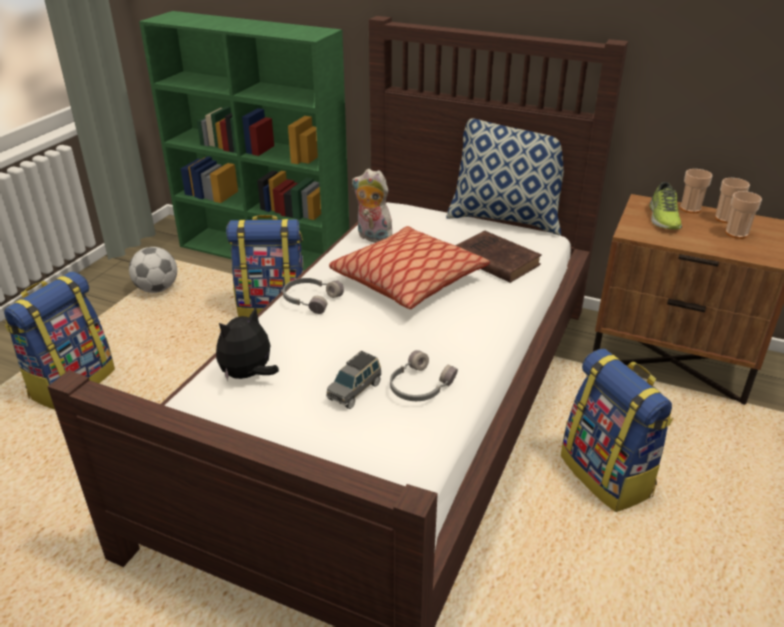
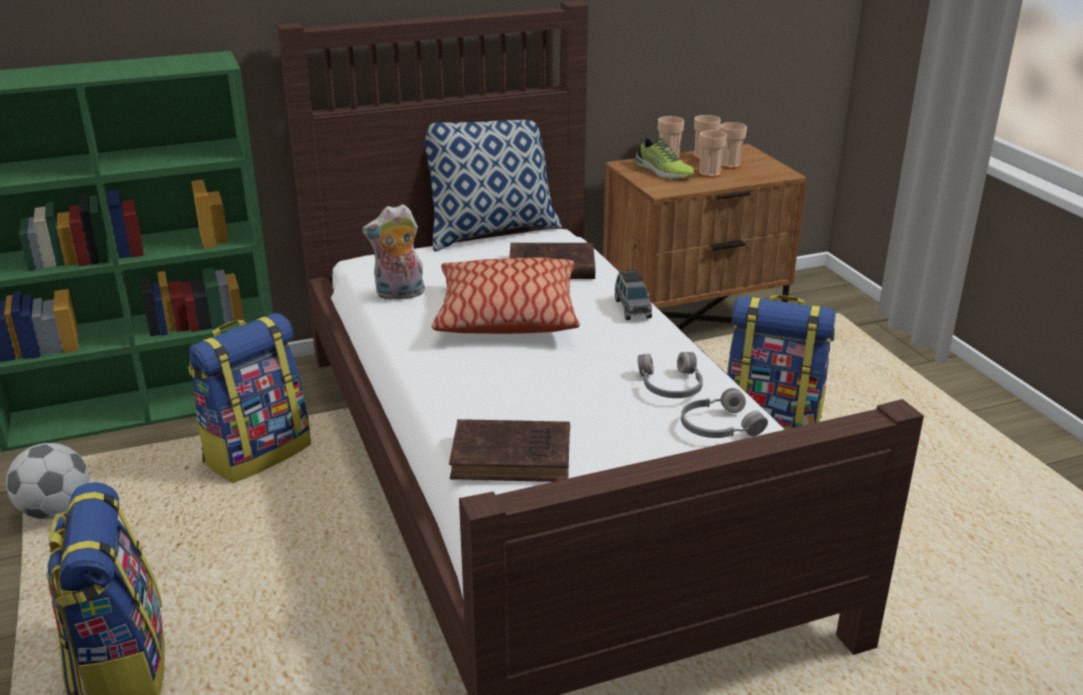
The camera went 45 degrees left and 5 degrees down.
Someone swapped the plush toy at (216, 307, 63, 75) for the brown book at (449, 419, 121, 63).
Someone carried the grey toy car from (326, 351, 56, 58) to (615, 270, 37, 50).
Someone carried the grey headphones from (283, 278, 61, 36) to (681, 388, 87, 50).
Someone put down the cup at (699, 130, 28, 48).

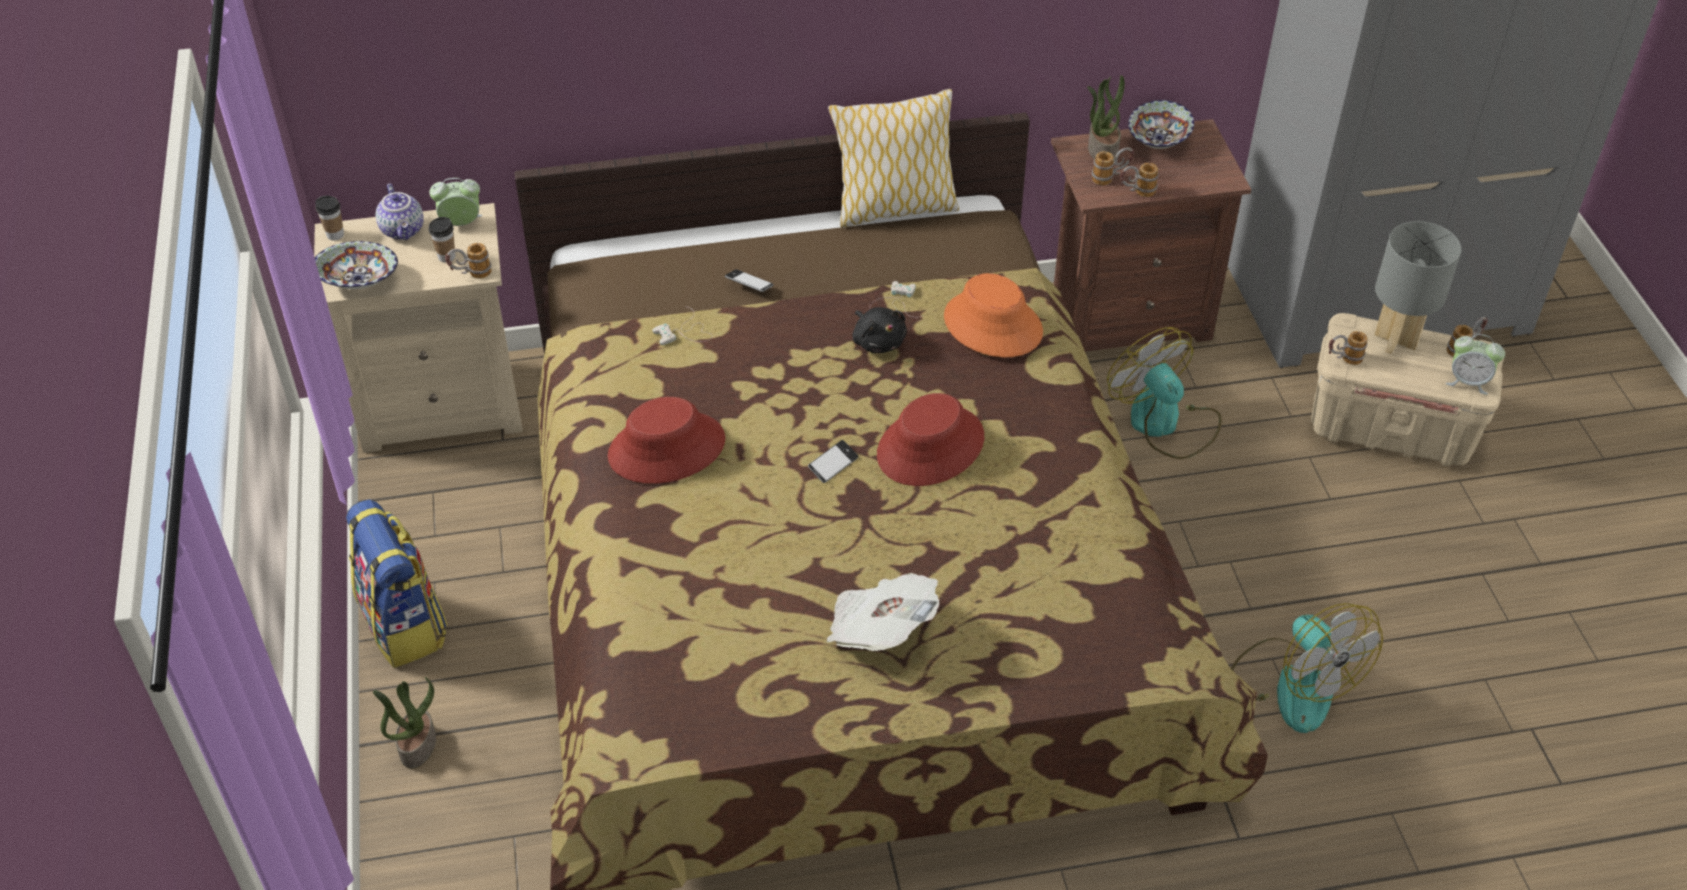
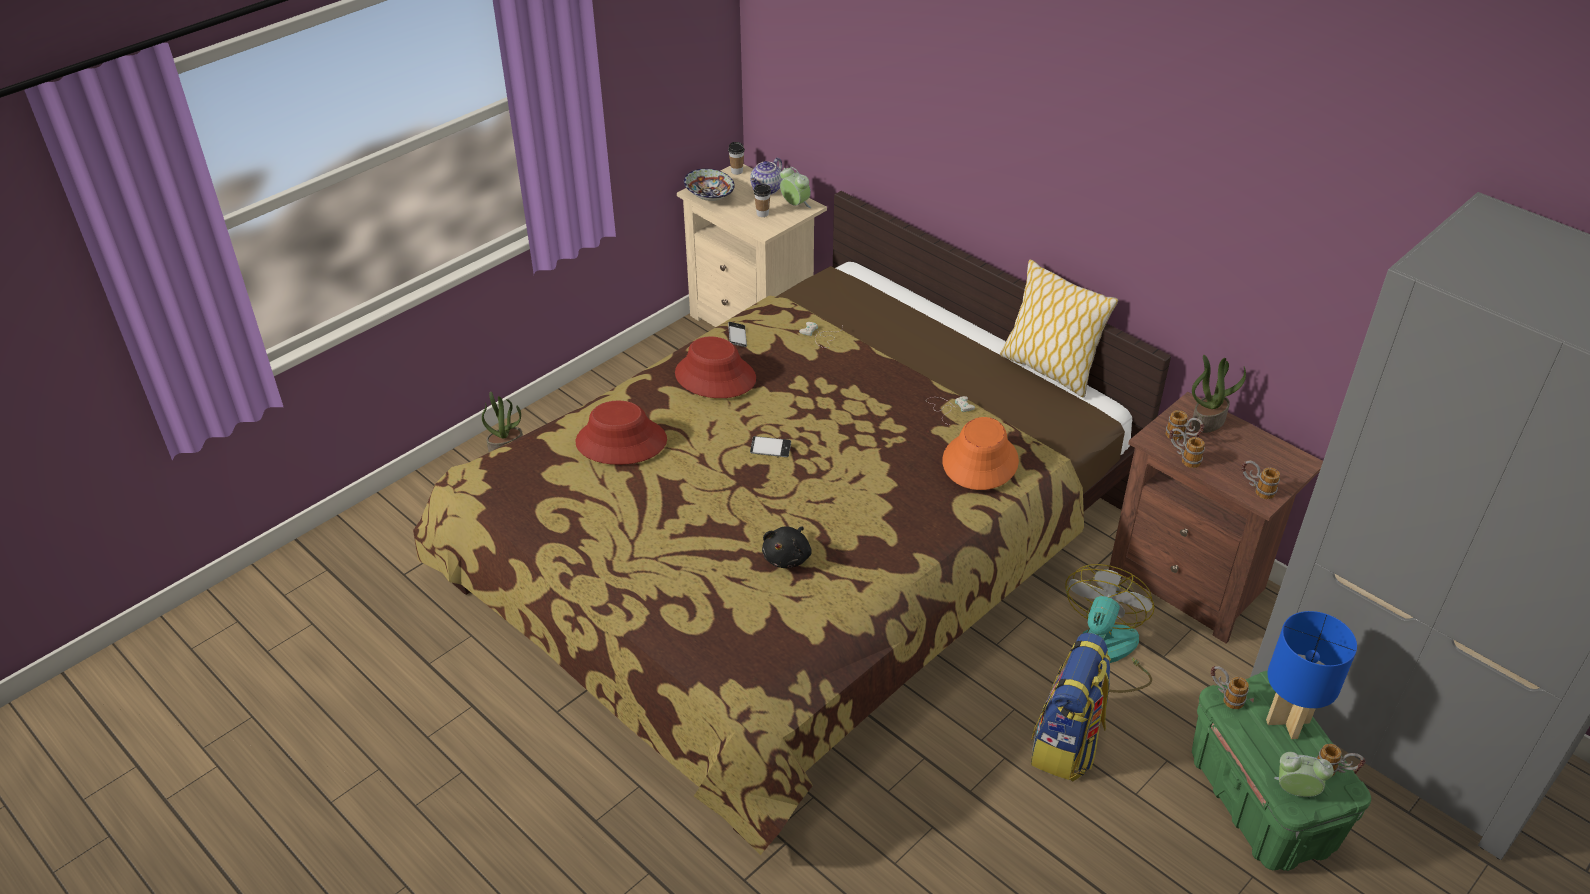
The camera went 55 degrees right and 5 degrees down.
Someone carried the red hat from (877, 393, 107, 93) to (575, 401, 92, 64).
Someone carried the phone from (725, 269, 48, 23) to (728, 322, 19, 25).
Someone carried the black plush toy from (853, 307, 54, 46) to (762, 526, 50, 42).
Someone carried the backpack from (346, 500, 101, 168) to (1031, 633, 80, 149).
Someone repainted the beige storage box at (1311, 313, 193, 153), which became the green storage box at (1192, 671, 179, 200).
Someone carried the mug from (445, 243, 47, 36) to (1241, 461, 39, 38).
Someone repainted the grey table lamp at (1374, 221, 87, 133), which became the blue table lamp at (1266, 611, 91, 128).
Someone rotated the alarm clock at (1446, 334, 59, 61) by 120 degrees clockwise.
Someone took away the newspaper at (827, 573, 112, 78).
Someone took away the bowl at (1128, 100, 66, 49).
Someone took away the fan at (1231, 603, 152, 130).

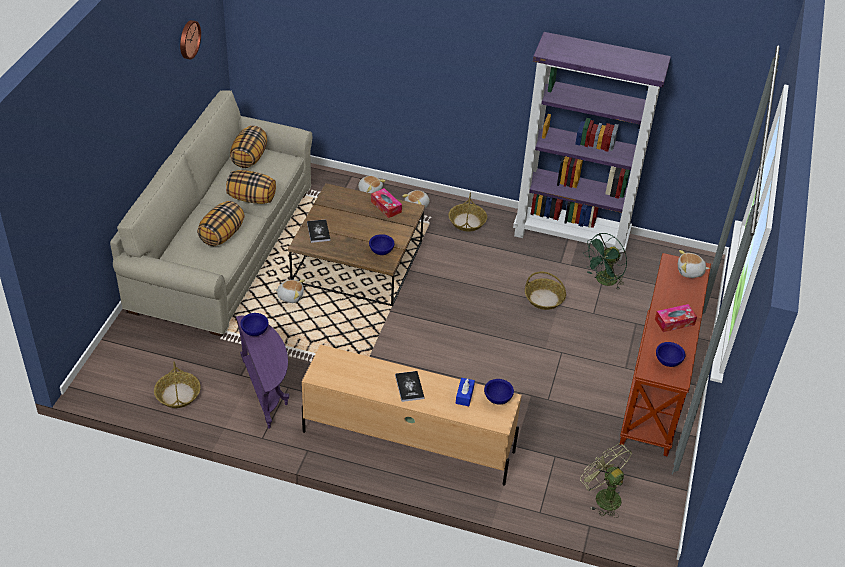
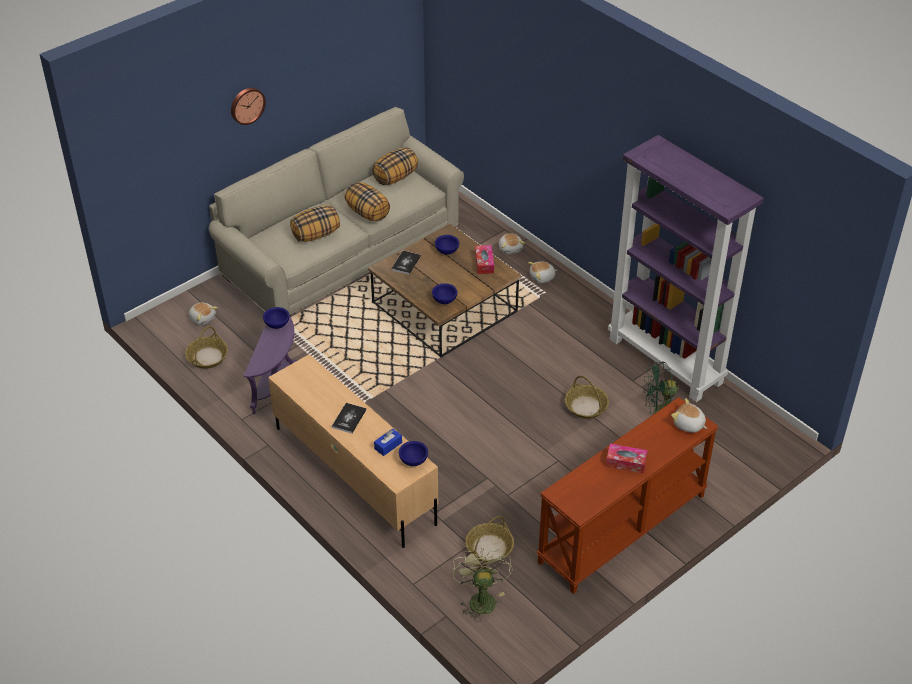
The camera went 35 degrees right and 0 degrees up.
Someone carried the plush toy from (274, 279, 31, 24) to (189, 303, 29, 23).
Someone carried the wall clock from (180, 20, 21, 40) to (231, 88, 35, 37).
Someone carried the blue bowl from (656, 342, 29, 25) to (435, 235, 24, 20).
Someone carried the basket from (449, 192, 38, 40) to (465, 516, 49, 46).

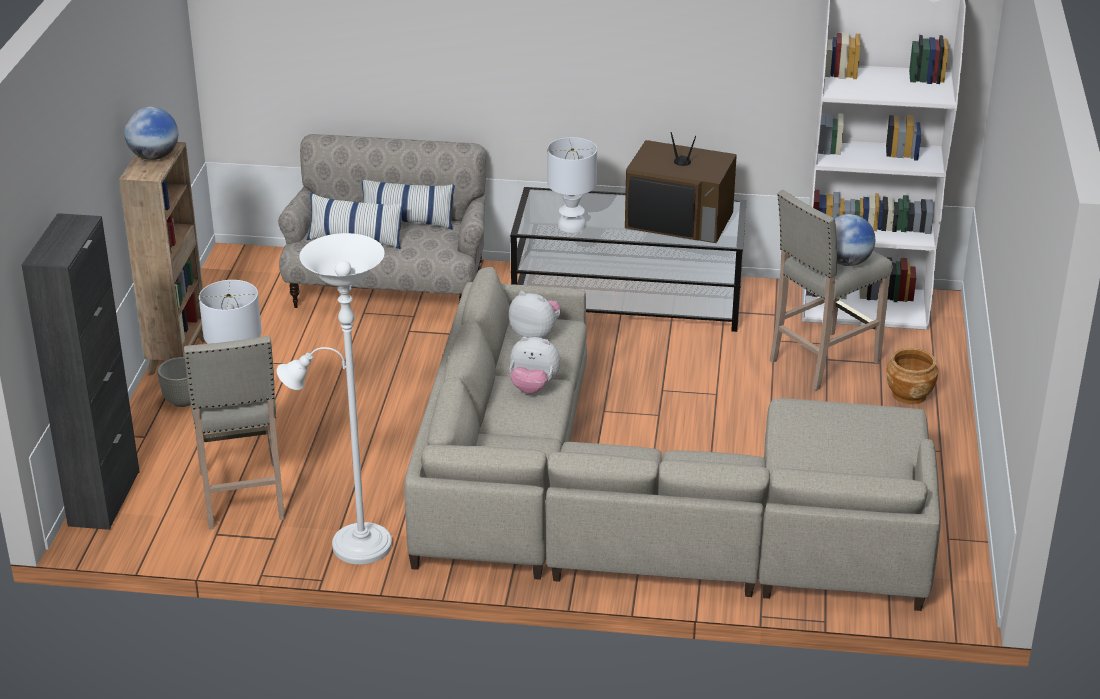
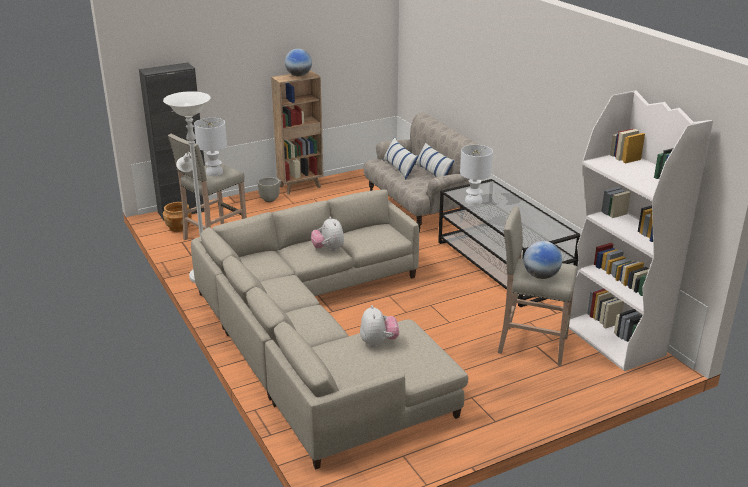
The camera went 55 degrees right and 5 degrees down.
Someone carried the brown planter from (886, 348, 52, 57) to (163, 202, 29, 30).
Someone carried the plush toy from (509, 291, 52, 47) to (360, 305, 39, 42).
Someone took away the television at (625, 132, 112, 111).

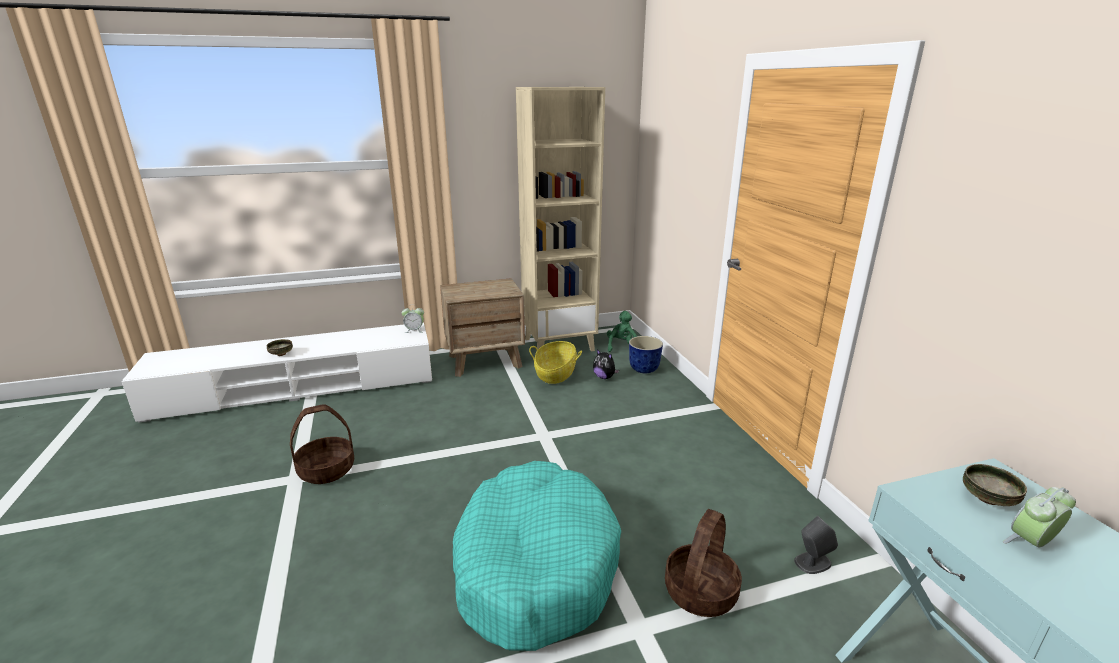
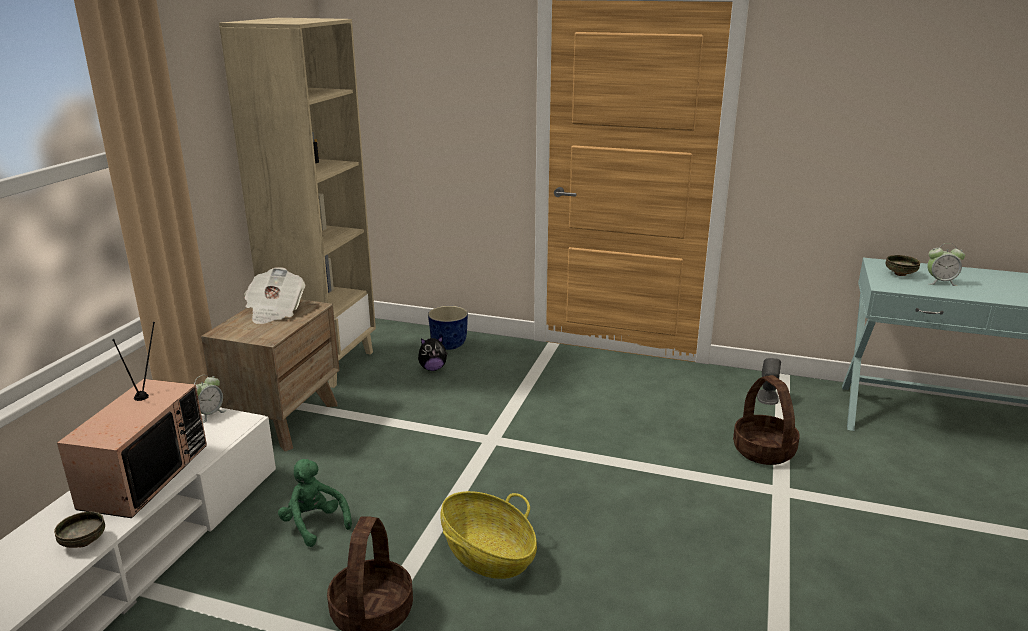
The camera went 55 degrees left and 0 degrees up.
Someone put down the television at (57, 322, 150, 196).
Someone put down the newspaper at (244, 267, 61, 57).
Someone carried the green plush toy from (607, 311, 30, 41) to (278, 459, 74, 88).
Someone carried the basket from (529, 341, 53, 43) to (440, 491, 97, 88).
Someone rotated the alarm clock at (1003, 487, 73, 60) by 90 degrees counterclockwise.
Someone took away the turquoise dog bed at (453, 461, 168, 190).

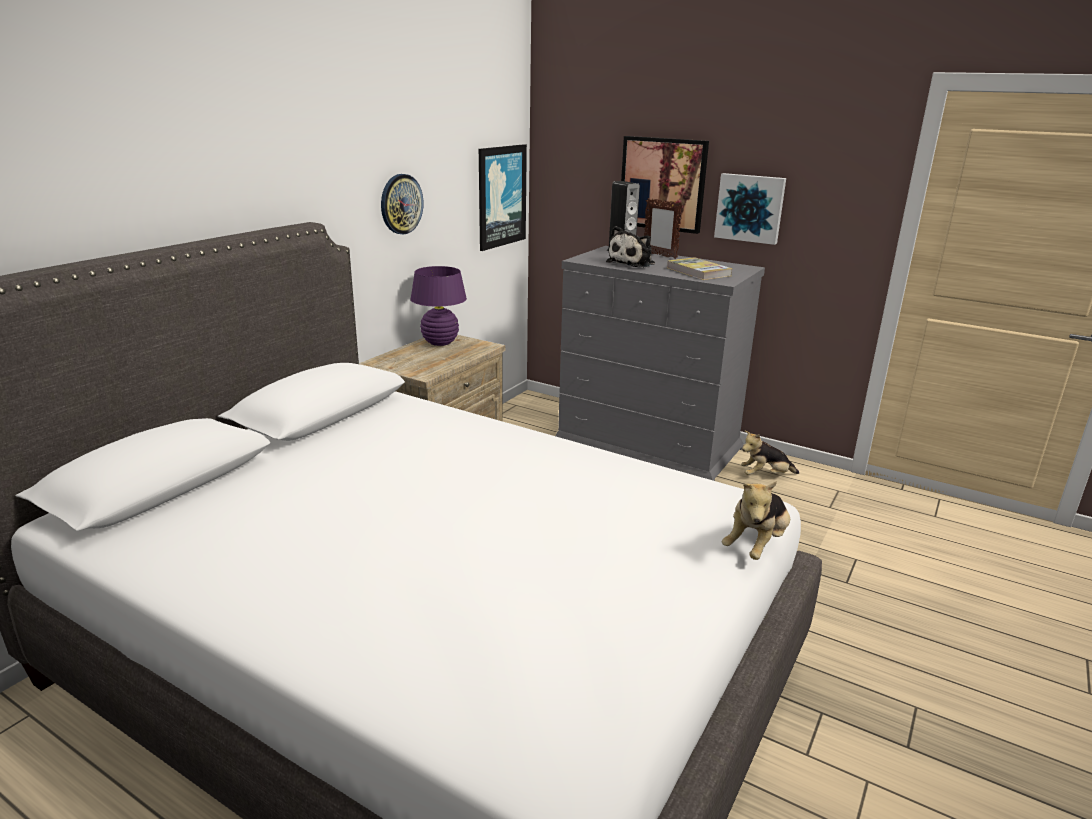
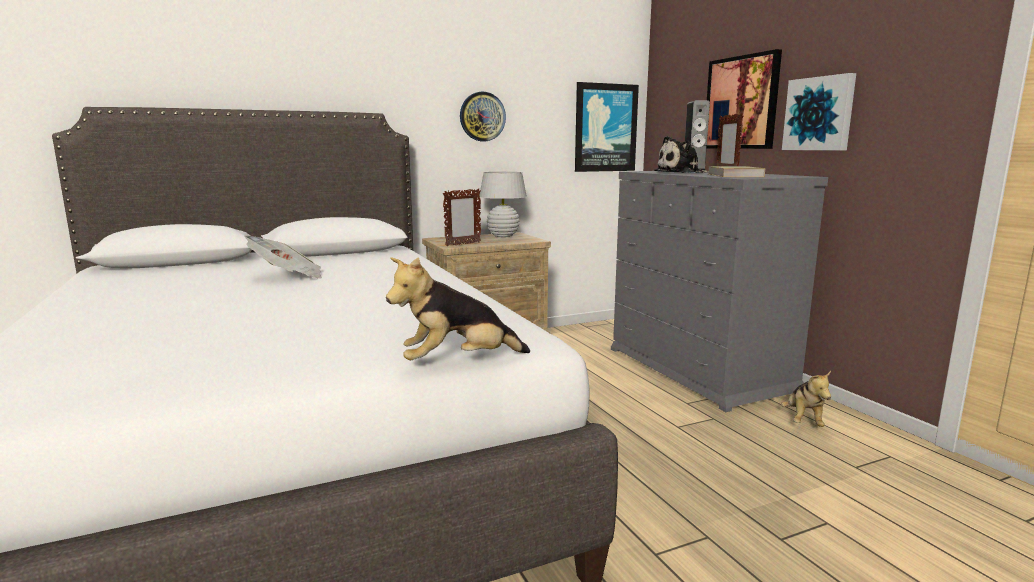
The camera went 35 degrees right and 10 degrees down.
Someone put down the newspaper at (244, 235, 78, 44).
Someone put down the picture frame at (443, 189, 38, 57).
Someone repainted the purple table lamp at (410, 266, 57, 80), which became the white table lamp at (480, 172, 47, 65).
Someone rotated the plush toy at (741, 431, 58, 44) by 105 degrees counterclockwise.

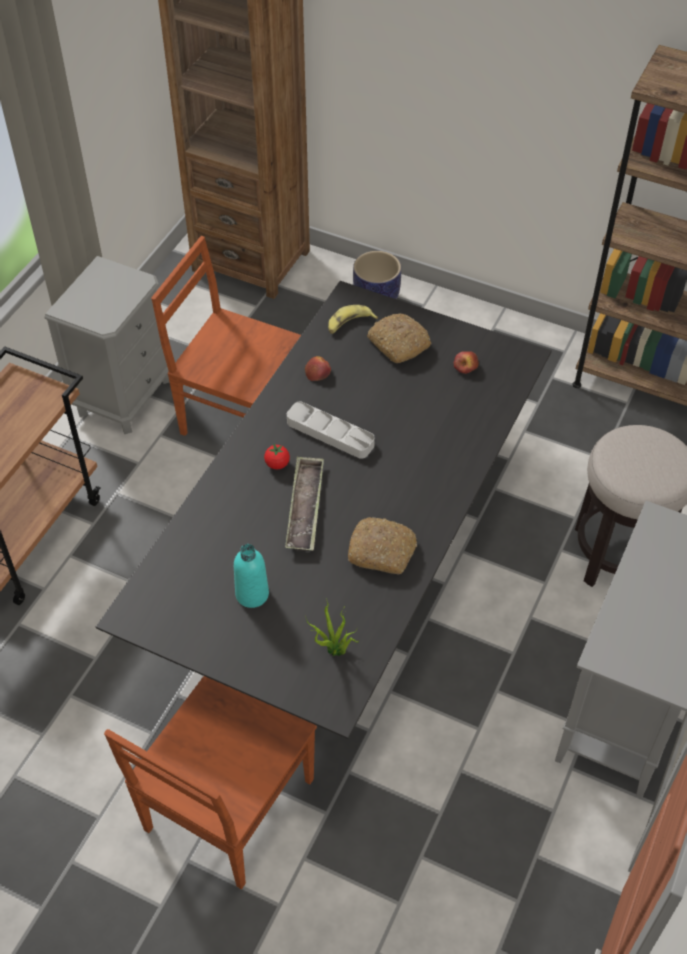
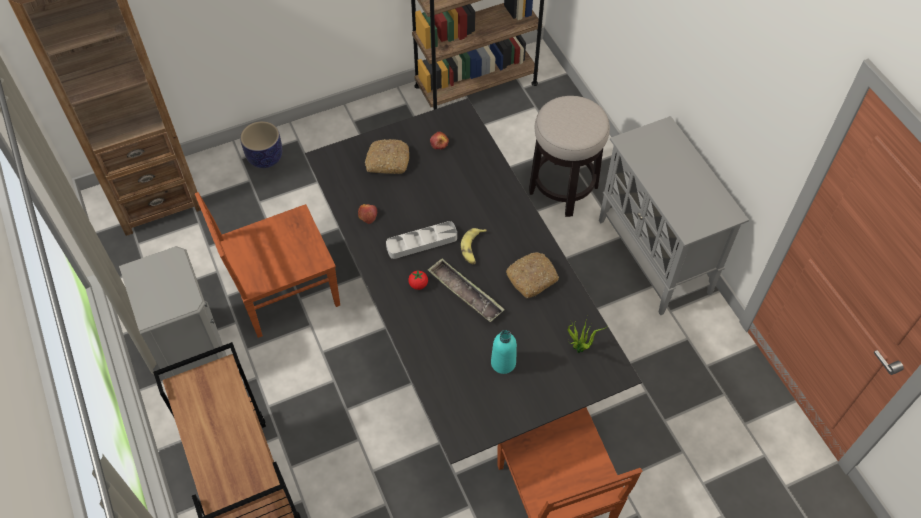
The camera went 50 degrees left and 5 degrees up.
Someone carried the banana from (328, 305, 50, 29) to (461, 228, 26, 36).

